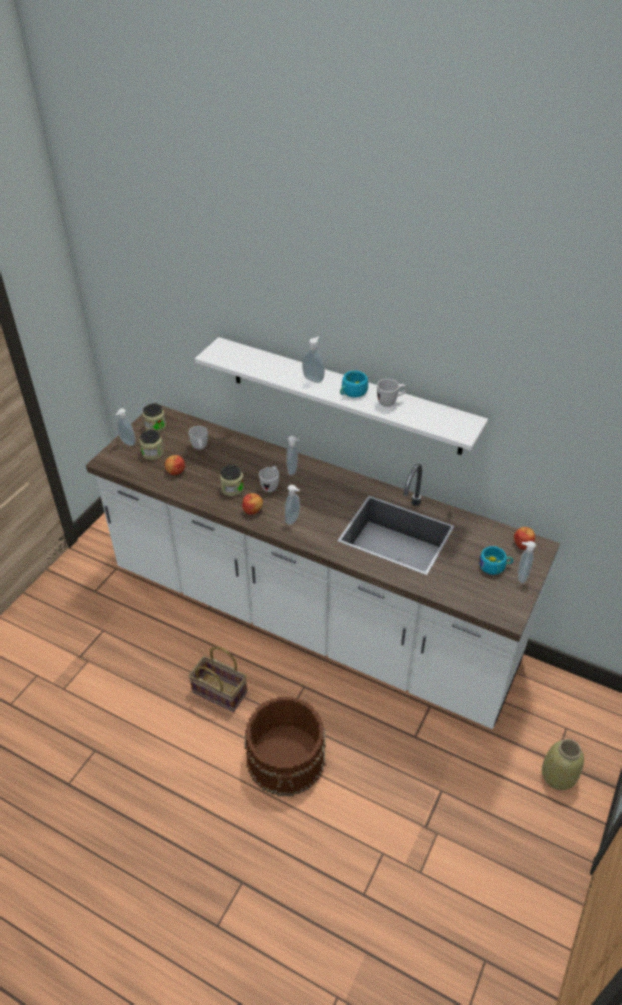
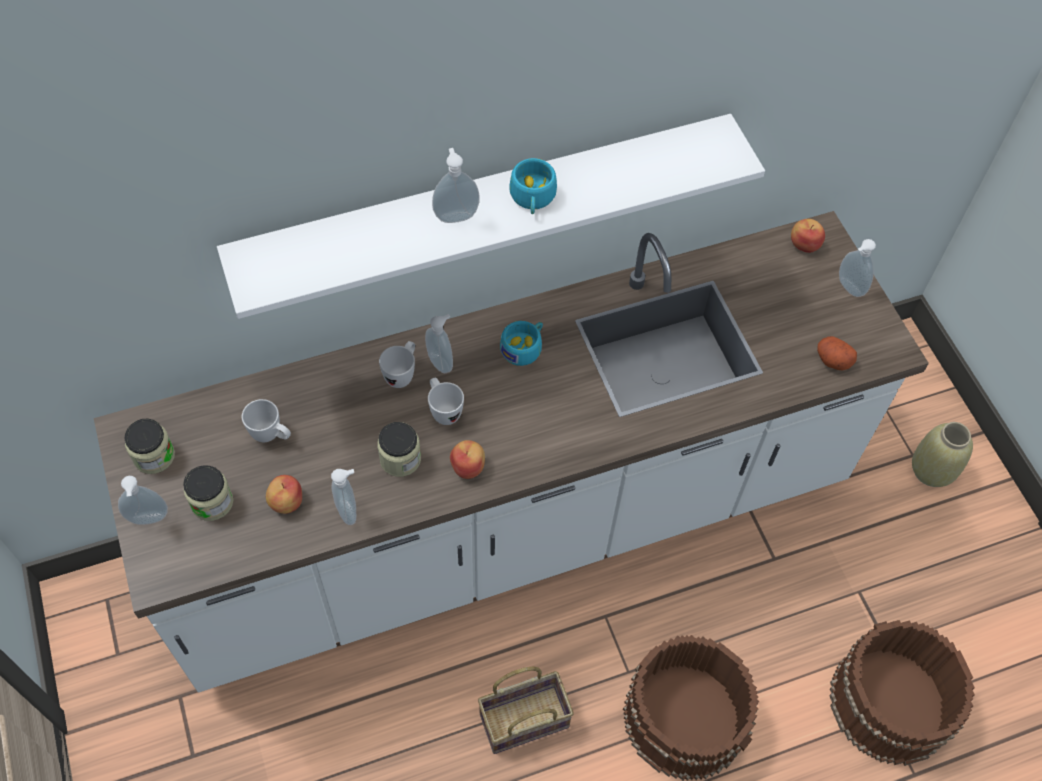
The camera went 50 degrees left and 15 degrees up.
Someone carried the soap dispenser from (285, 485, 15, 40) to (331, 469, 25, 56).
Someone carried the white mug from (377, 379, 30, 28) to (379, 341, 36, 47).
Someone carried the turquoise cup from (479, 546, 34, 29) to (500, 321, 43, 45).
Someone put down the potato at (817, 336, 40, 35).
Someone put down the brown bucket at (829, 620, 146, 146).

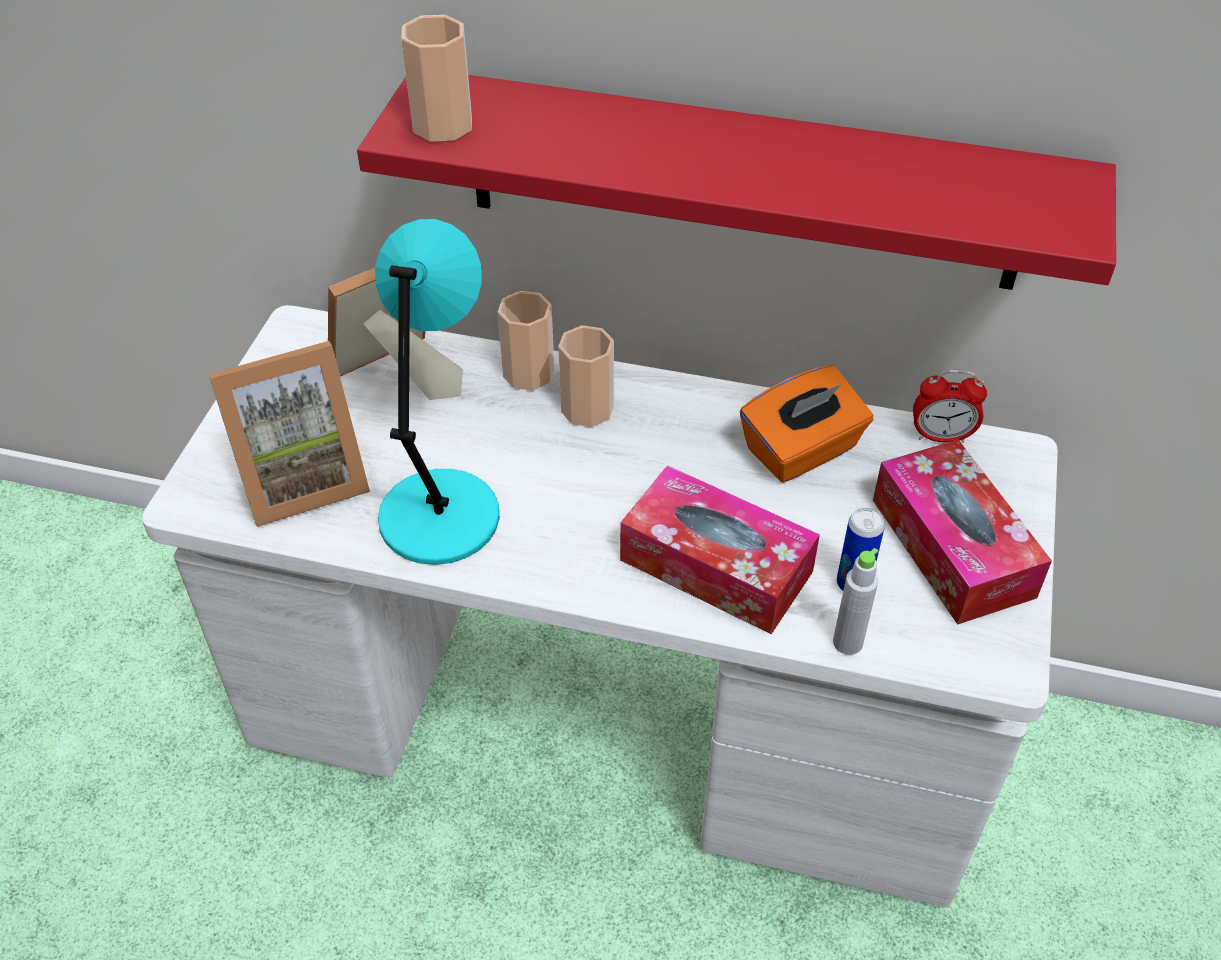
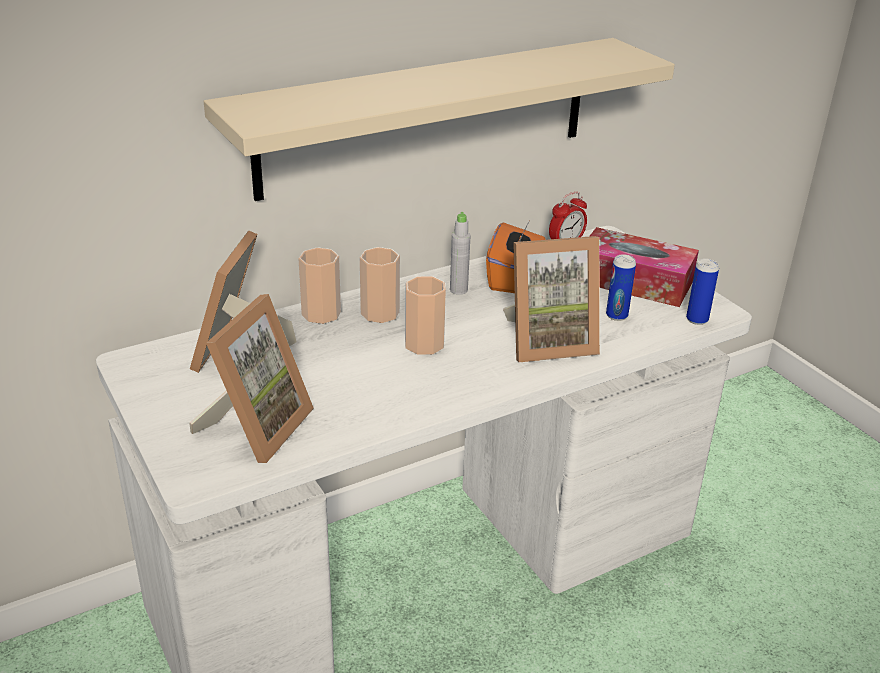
The camera went 45 degrees left and 15 degrees down.
Someone repainted the red shelf at (357, 75, 759, 215), which became the beige shelf at (204, 38, 471, 163).
Someone carried the cup from (401, 15, 71, 127) to (405, 276, 41, 79).
Someone carried the grey bottle from (833, 548, 45, 107) to (450, 212, 21, 83).
Someone swapped the tissue box at (620, 465, 200, 169) for the picture frame at (503, 236, 97, 126).
Someone put down the can at (686, 258, 33, 67).
Someone took away the turquoise table lamp at (375, 219, 124, 346).

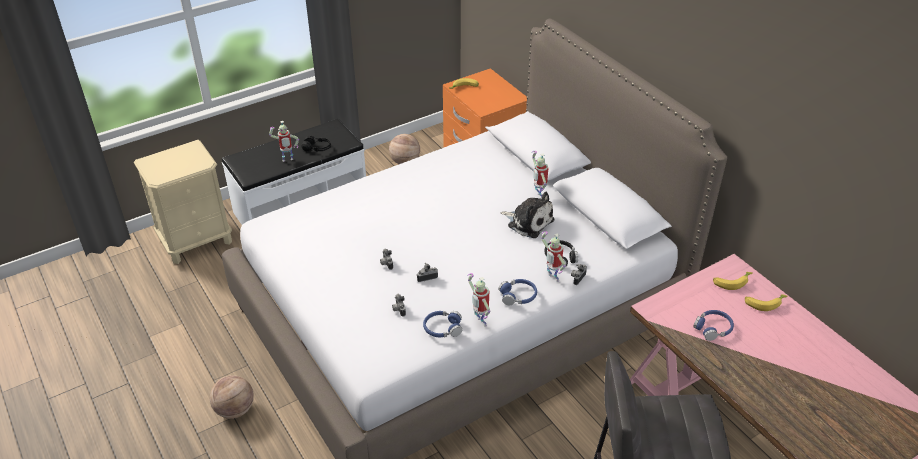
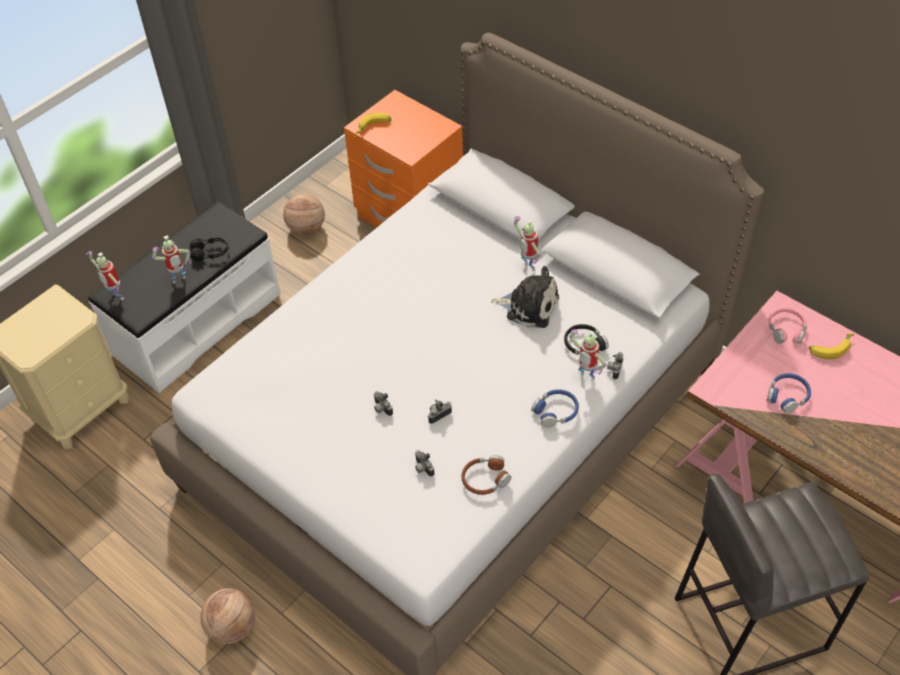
The camera went 15 degrees left and 10 degrees up.
Someone carried the toy robot from (467, 273, 24, 54) to (86, 251, 38, 49).
Someone repainted the blue headphones at (423, 311, 39, 26), which became the brown headphones at (461, 455, 50, 40).
Someone swapped the banana at (713, 272, 40, 18) for the pink headphones at (768, 308, 39, 36).

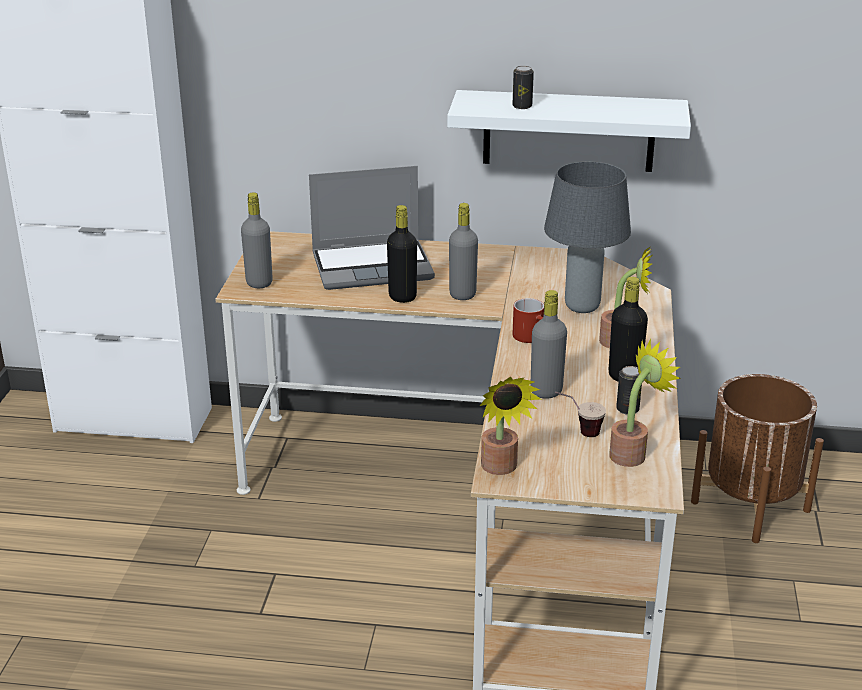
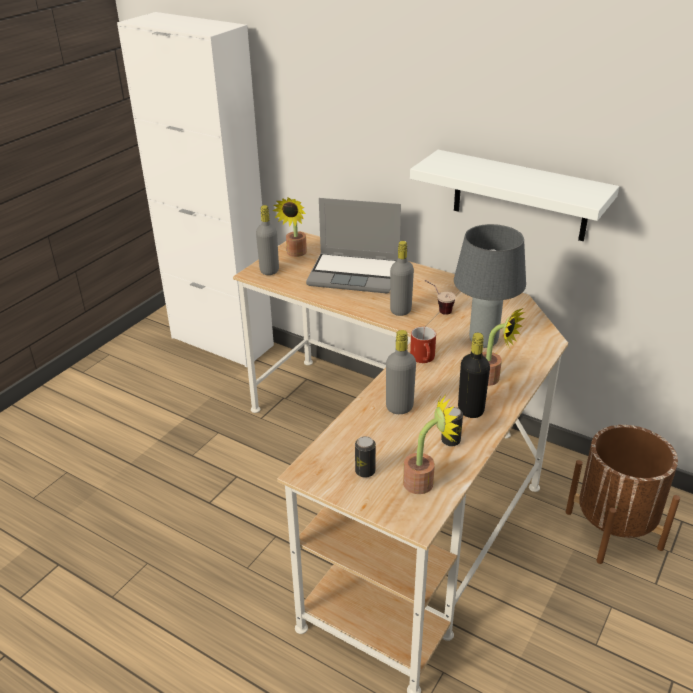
The camera went 25 degrees right and 5 degrees up.
Someone carried the potted plant from (480, 377, 61, 98) to (273, 197, 34, 60).
Someone carried the can from (513, 66, 21, 43) to (355, 436, 21, 42).
Someone carried the cup from (555, 392, 51, 45) to (424, 280, 32, 35).
Someone took away the black bottle at (387, 205, 30, 98).

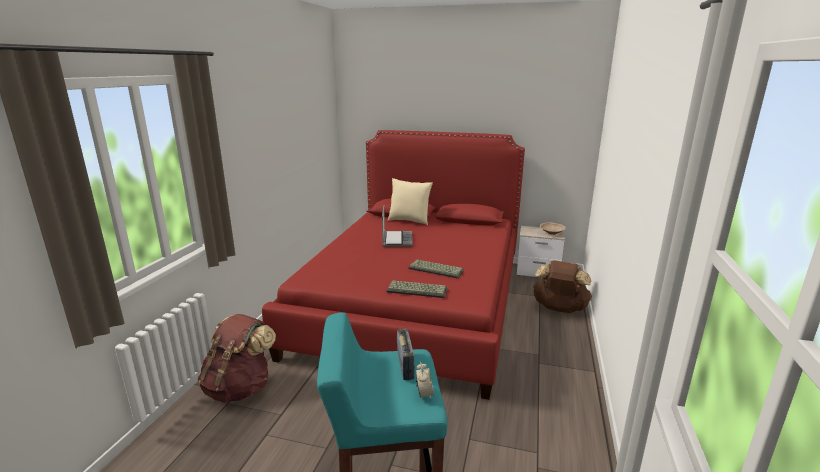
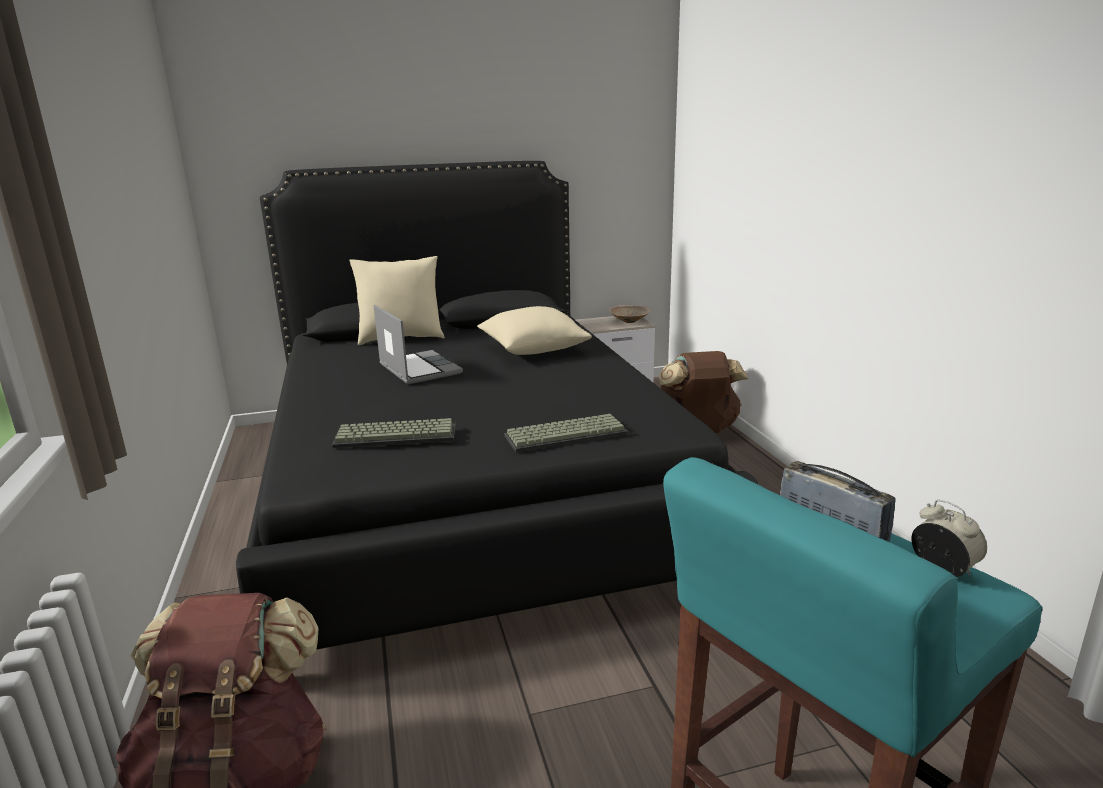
The camera went 30 degrees left and 0 degrees up.
Someone repainted the red bed at (262, 130, 263, 270), which became the black bed at (236, 161, 522, 489).
Someone carried the keyboard from (408, 259, 56, 20) to (332, 418, 123, 30).
Someone put down the beige pillow at (477, 306, 115, 49).

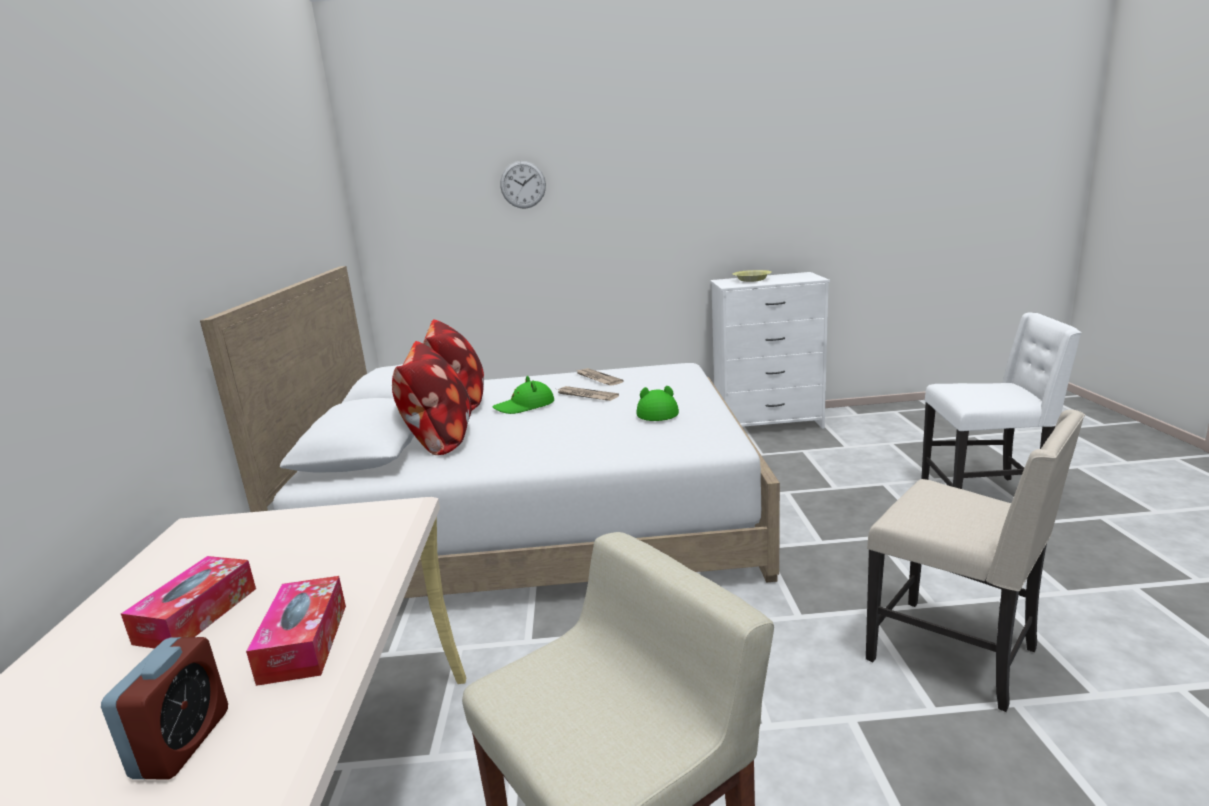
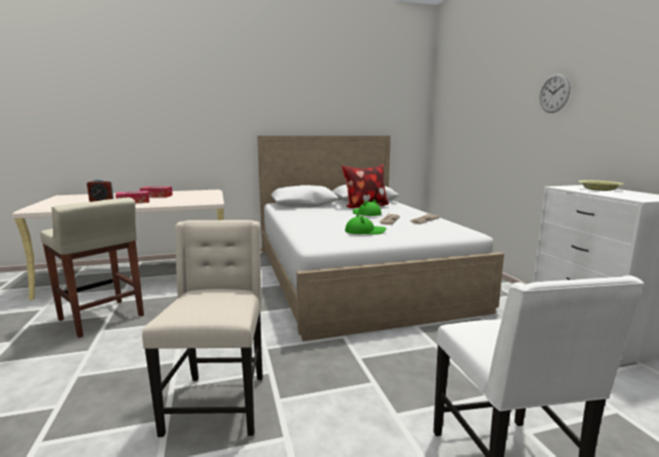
The camera went 75 degrees right and 5 degrees down.
Someone rotated the beige chair at (866, 410, 219, 302) by 150 degrees clockwise.
Someone carried the wall clock from (500, 161, 46, 48) to (539, 74, 31, 39).
Someone took away the pillow at (392, 341, 79, 114).

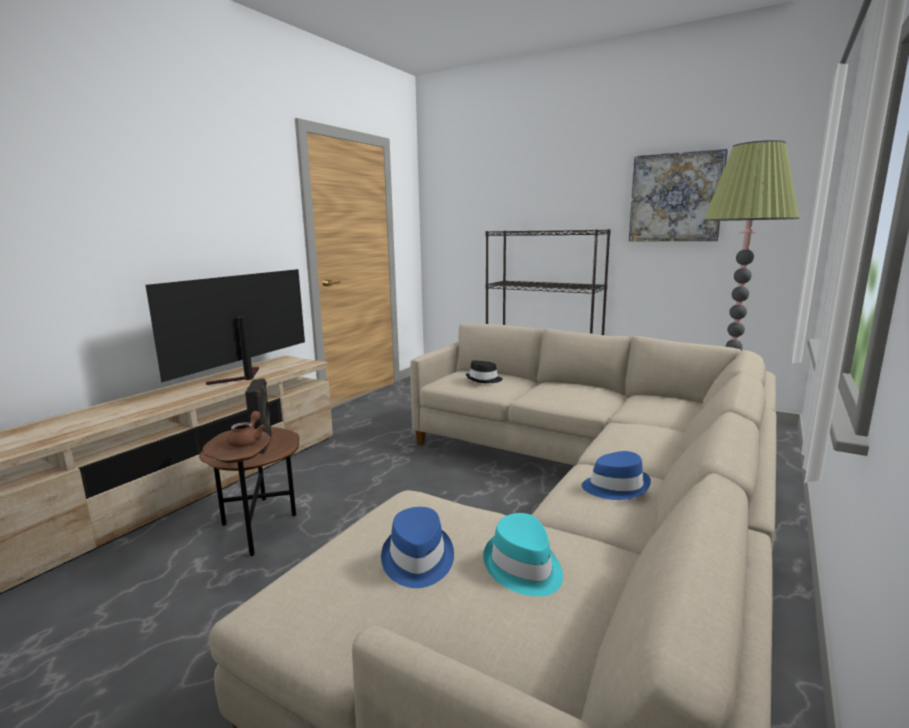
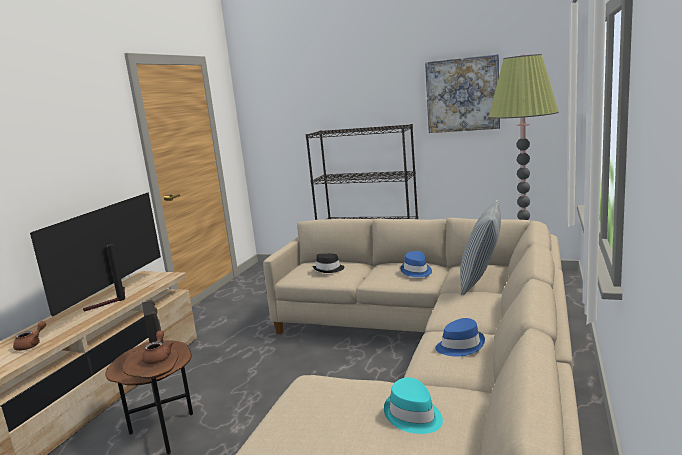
The camera went 10 degrees left and 0 degrees up.
Someone put down the brown teapot at (13, 321, 33, 30).
Someone carried the blue hat from (381, 507, 73, 81) to (400, 251, 32, 26).
Someone put down the pillow at (460, 200, 41, 95).

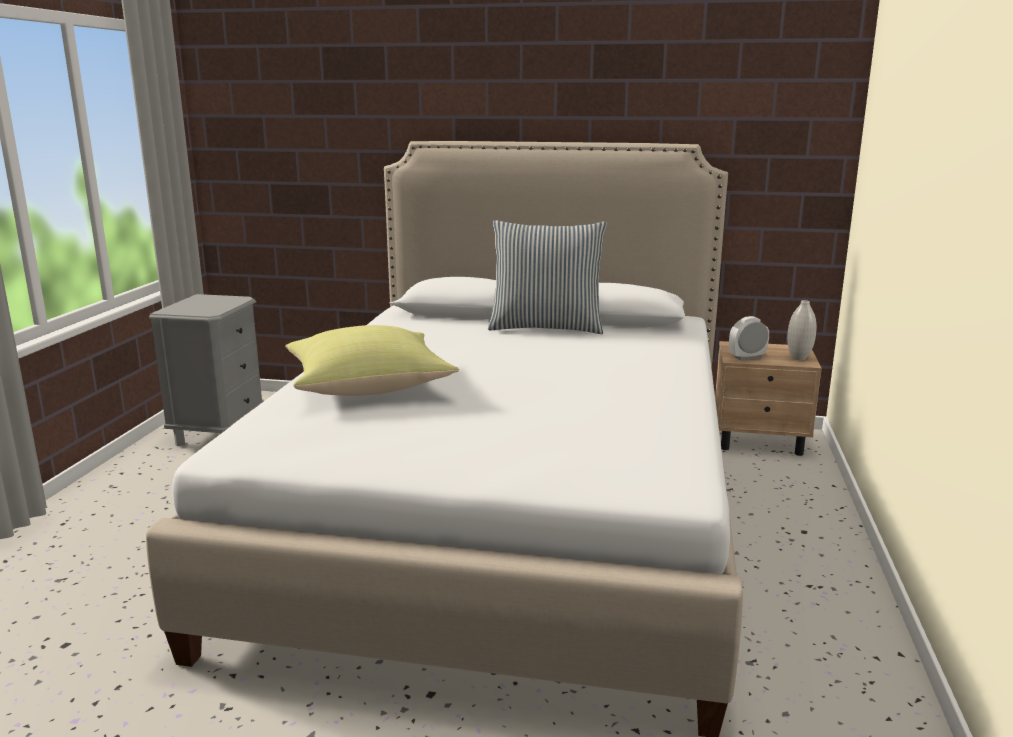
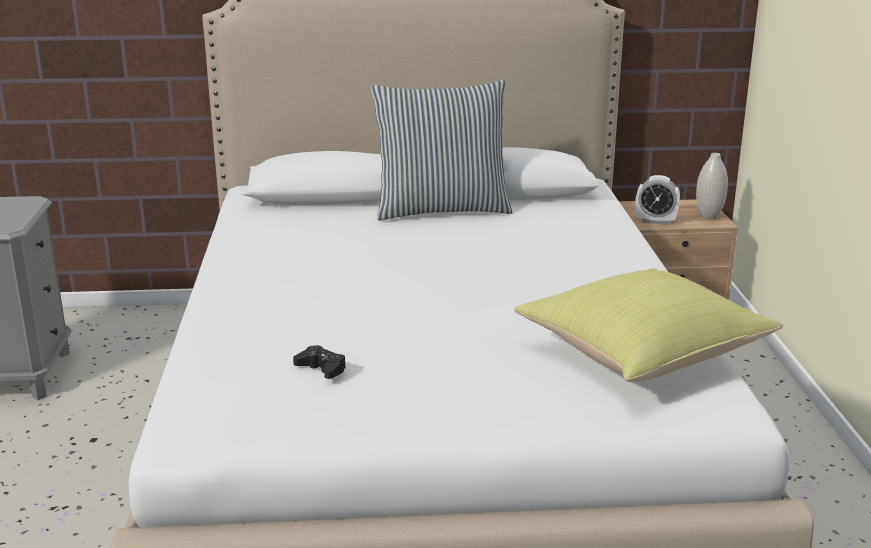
The camera went 15 degrees left and 5 degrees up.
Someone put down the black game controller at (293, 345, 53, 34).
Someone carried the yellow pillow from (285, 325, 174, 71) to (514, 268, 269, 114).
Someone rotated the alarm clock at (729, 316, 40, 44) by 135 degrees counterclockwise.

